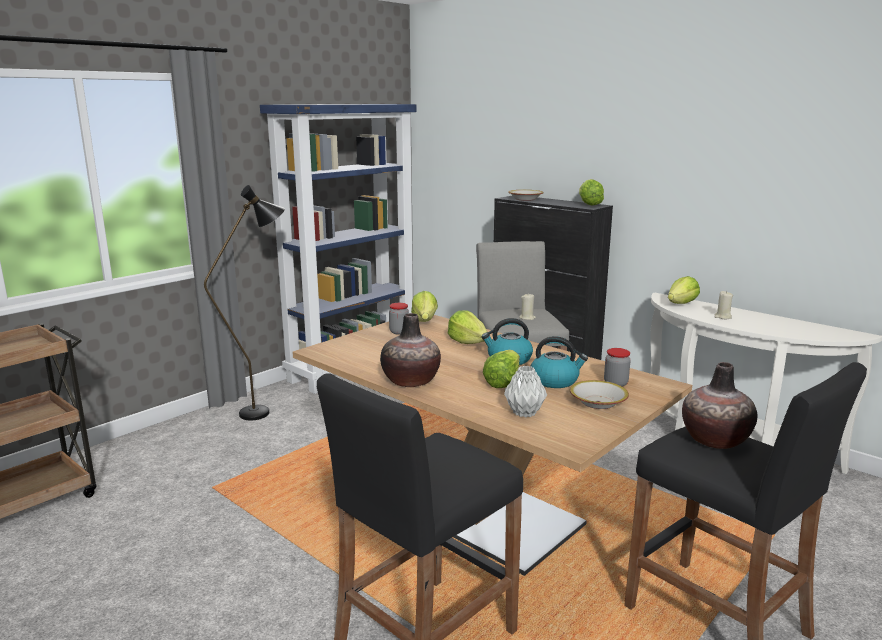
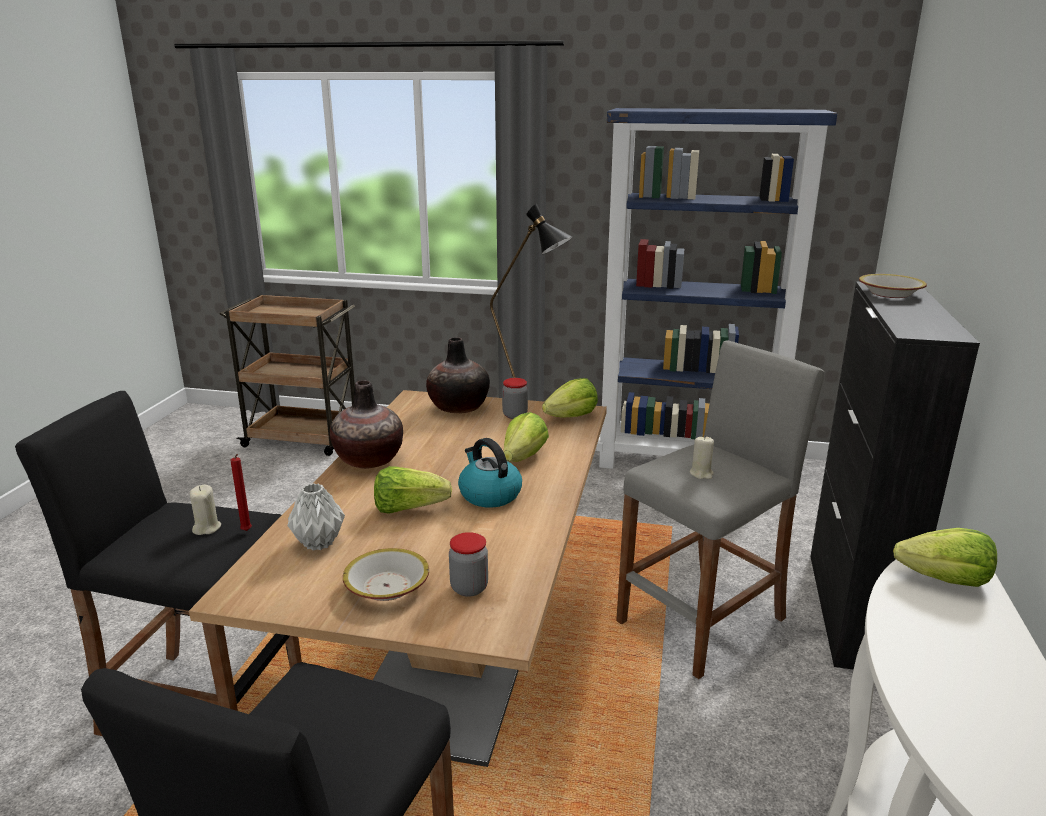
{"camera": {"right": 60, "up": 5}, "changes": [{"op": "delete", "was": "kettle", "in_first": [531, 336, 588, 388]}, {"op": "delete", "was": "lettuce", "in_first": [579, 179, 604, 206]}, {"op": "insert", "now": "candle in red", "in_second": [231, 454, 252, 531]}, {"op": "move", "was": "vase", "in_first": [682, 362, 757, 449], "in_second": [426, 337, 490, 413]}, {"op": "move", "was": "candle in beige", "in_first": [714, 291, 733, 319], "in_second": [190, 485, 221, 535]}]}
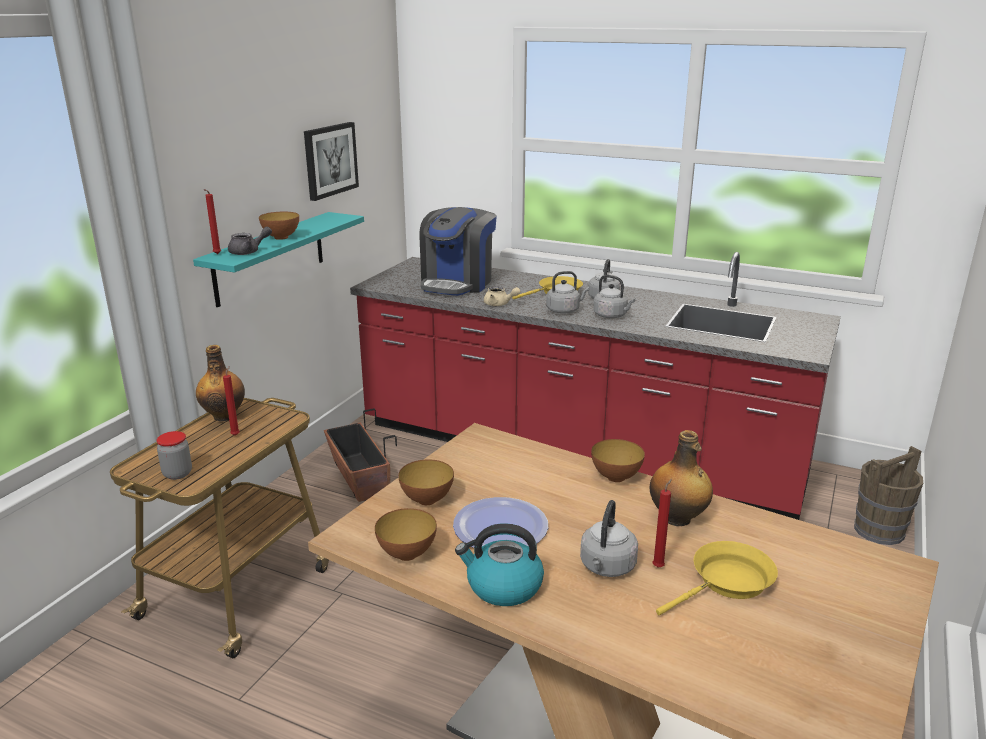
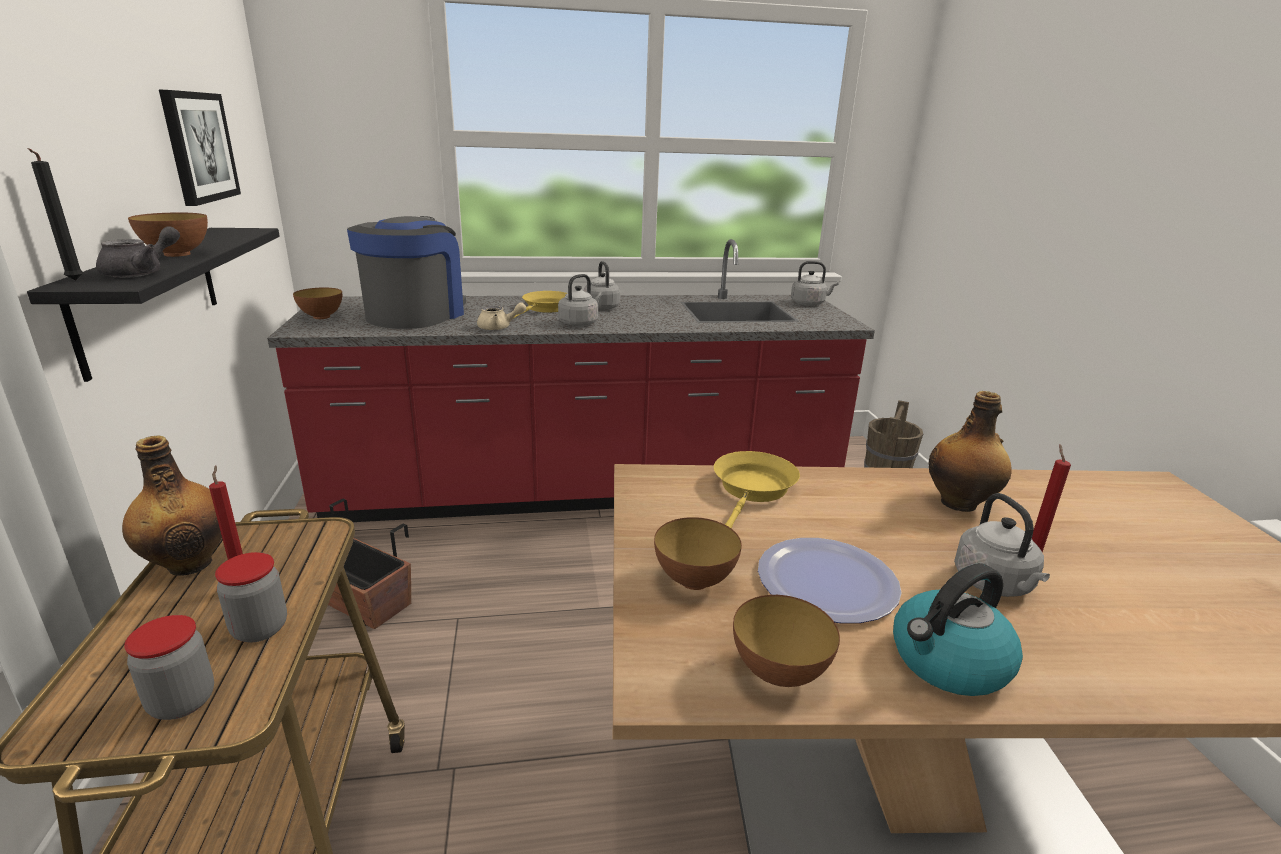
{"camera": {"right": -35, "up": 0}, "changes": [{"op": "insert", "now": "jar", "in_second": [215, 552, 287, 642]}, {"op": "move", "was": "bowl", "in_first": [591, 439, 645, 482], "in_second": [293, 287, 342, 319]}, {"op": "move", "was": "kettle in grey", "in_first": [593, 275, 635, 318], "in_second": [791, 261, 839, 306]}, {"op": "move", "was": "frying pan in yellow", "in_first": [656, 541, 778, 616], "in_second": [714, 451, 800, 528]}, {"op": "recolor", "was": "shelf in turquoise", "now": "shelf in black", "in_first": [193, 212, 364, 307], "in_second": [27, 228, 280, 382]}, {"op": "recolor", "was": "candle in red", "now": "candle in black", "in_first": [203, 189, 221, 254], "in_second": [28, 148, 83, 280]}, {"op": "rotate", "was": "coffee machine", "in_first": [419, 207, 497, 296], "in_second": [347, 216, 466, 329], "clockwise": -150}]}
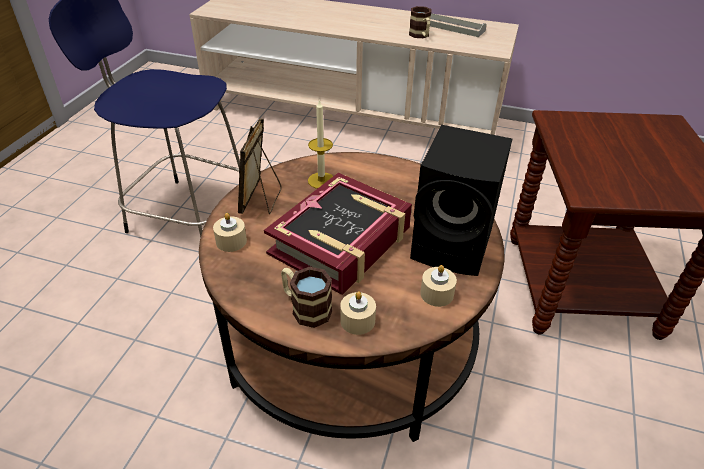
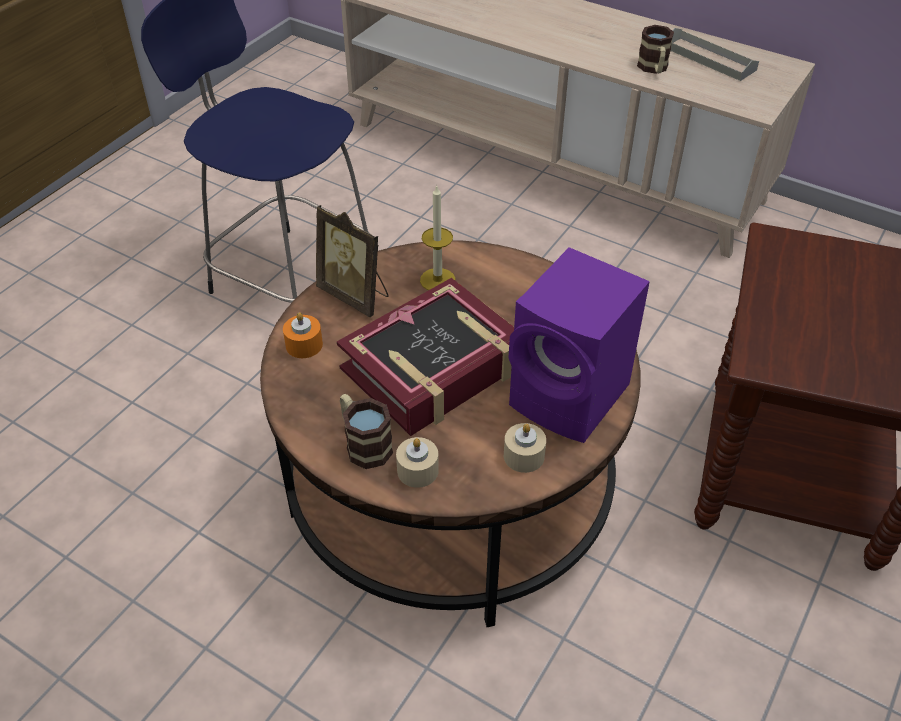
{"camera": {"right": 15, "up": 5}, "changes": [{"op": "recolor", "was": "candle in beige", "now": "candle in orange", "in_first": [213, 213, 247, 252], "in_second": [283, 312, 323, 358]}, {"op": "recolor", "was": "speaker in black", "now": "speaker in purple", "in_first": [410, 125, 512, 276], "in_second": [508, 247, 650, 443]}, {"op": "rotate", "was": "picture frame", "in_first": [238, 118, 282, 214], "in_second": [316, 205, 389, 317], "clockwise": -75}]}
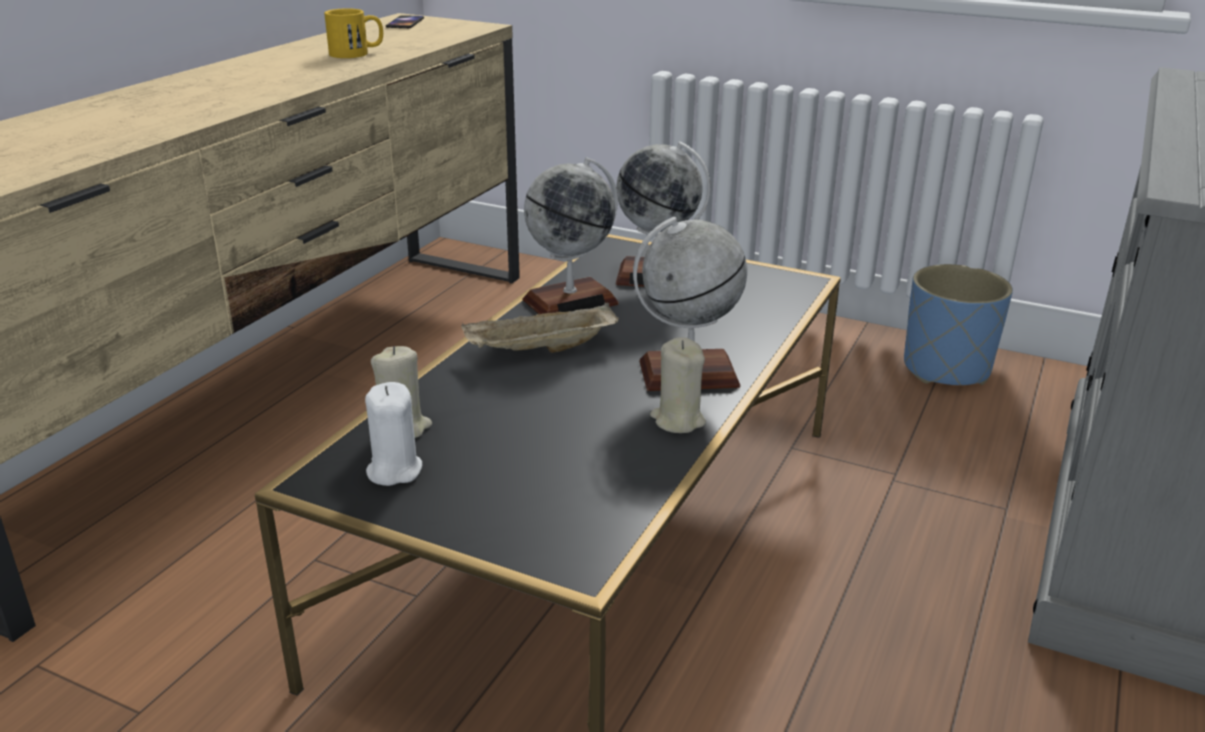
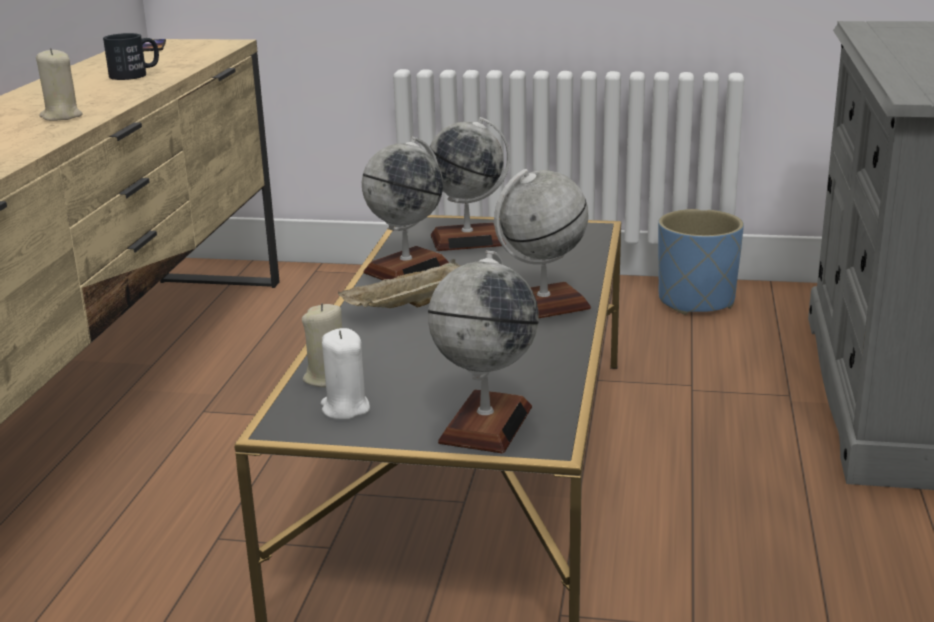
{"camera": {"right": -15, "up": -5}, "changes": [{"op": "insert", "now": "globe", "in_second": [428, 251, 539, 454]}, {"op": "move", "was": "candle in beige", "in_first": [650, 337, 706, 433], "in_second": [36, 48, 83, 121]}, {"op": "recolor", "was": "mug in yellow", "now": "mug in black", "in_first": [324, 9, 383, 58], "in_second": [103, 33, 159, 80]}]}
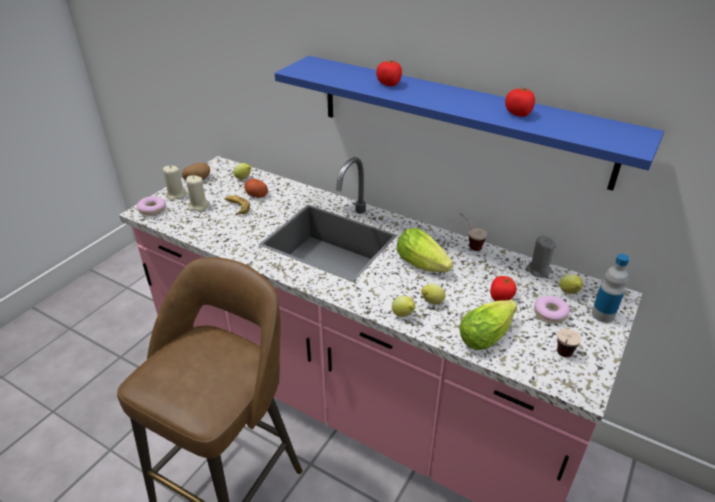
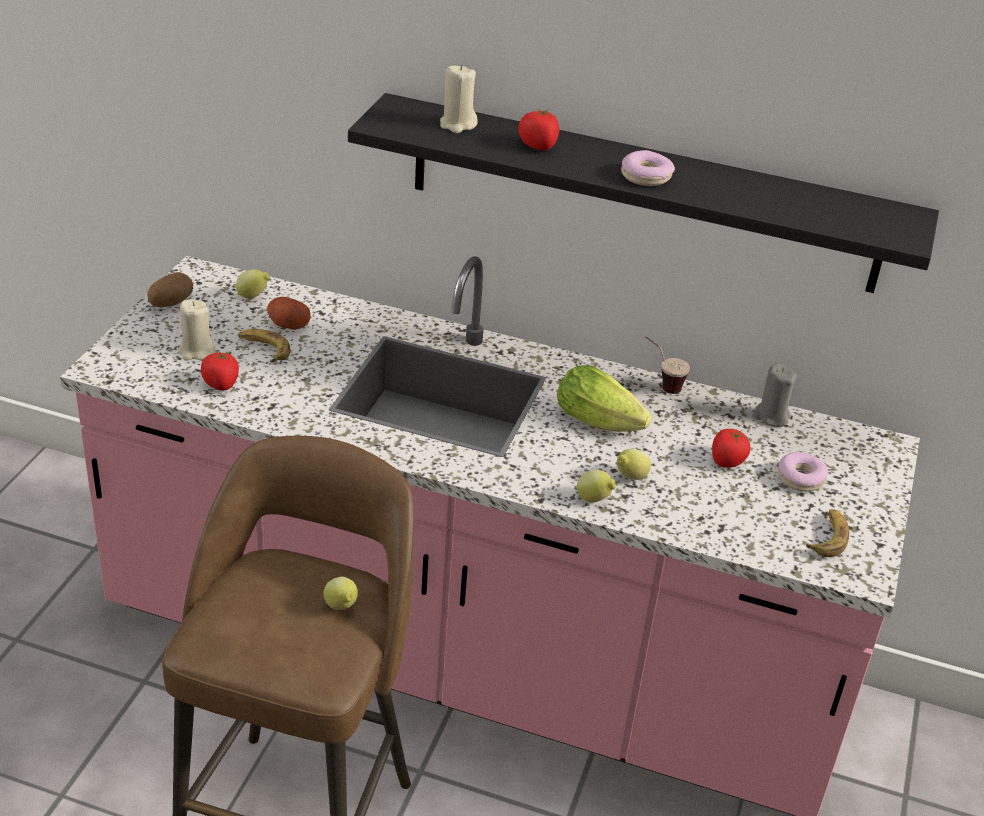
{"camera": {"right": -15, "up": 0}, "changes": [{"op": "delete", "was": "lettuce", "in_first": [459, 300, 517, 350]}, {"op": "delete", "was": "bottle", "in_first": [592, 254, 630, 323]}, {"op": "move", "was": "donut", "in_first": [137, 196, 166, 216], "in_second": [621, 150, 675, 186]}, {"op": "move", "was": "candle in beige", "in_first": [163, 166, 187, 201], "in_second": [440, 64, 477, 133]}, {"op": "move", "was": "tomato", "in_first": [505, 87, 535, 117], "in_second": [201, 350, 239, 390]}, {"op": "move", "was": "lemon", "in_first": [560, 274, 583, 294], "in_second": [324, 577, 358, 610]}, {"op": "replace", "was": "cup", "now": "banana", "in_first": [557, 329, 581, 357], "in_second": [806, 509, 849, 557]}, {"op": "recolor", "was": "shelf in blue", "now": "shelf in black", "in_first": [275, 56, 664, 191], "in_second": [348, 93, 939, 293]}]}
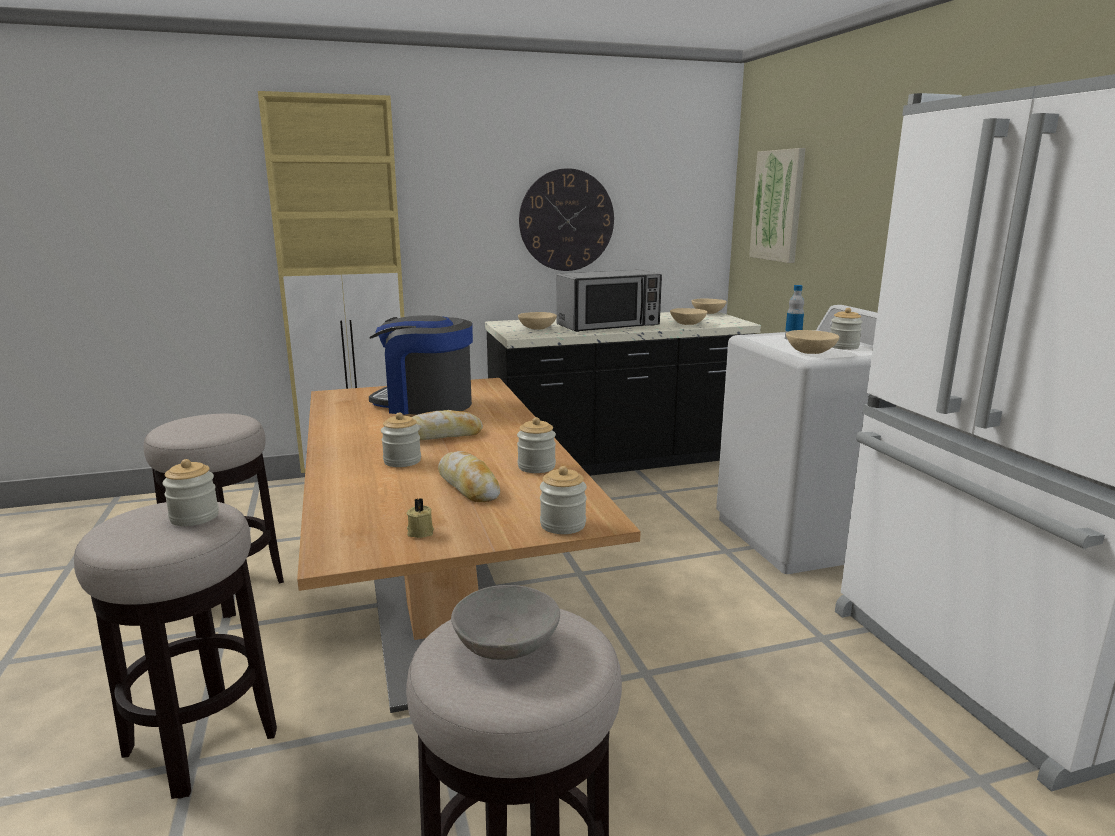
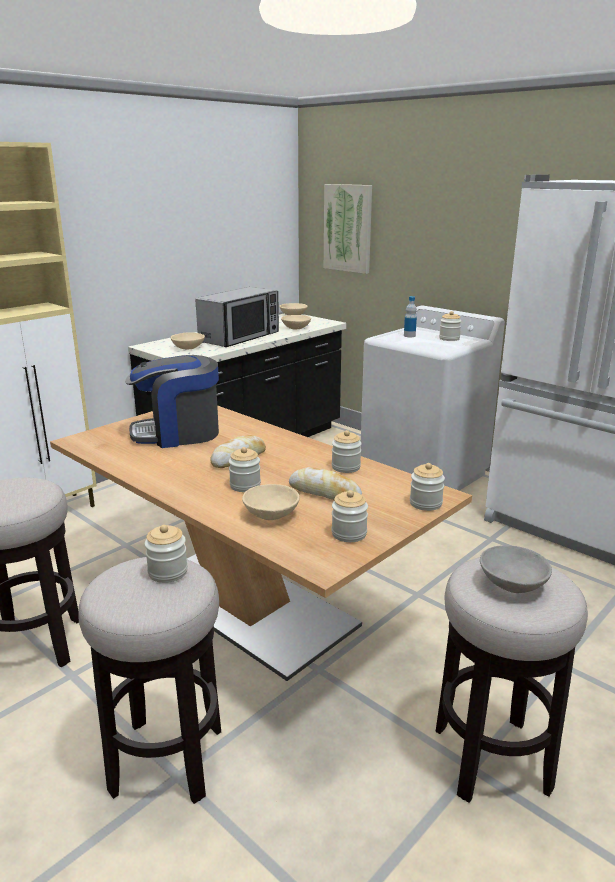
{"camera": {"right": -30, "up": 5}, "changes": [{"op": "delete", "was": "wall clock", "in_first": [519, 168, 614, 271]}, {"op": "move", "was": "bowl in beige", "in_first": [786, 330, 839, 354], "in_second": [242, 484, 300, 520]}, {"op": "replace", "was": "candle in beige", "now": "jar", "in_first": [406, 498, 434, 538], "in_second": [332, 490, 368, 542]}]}
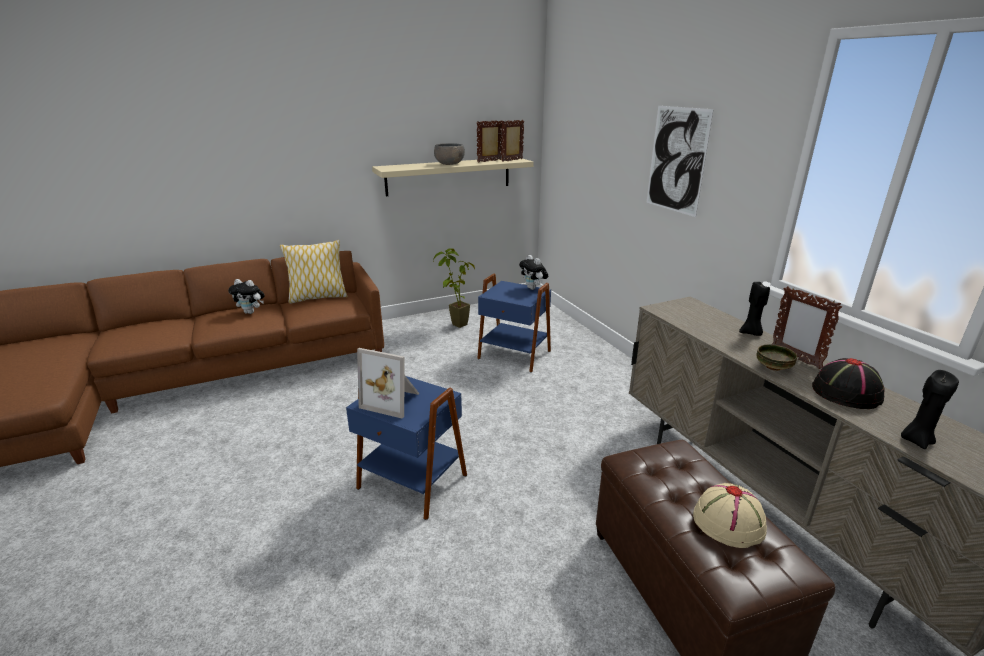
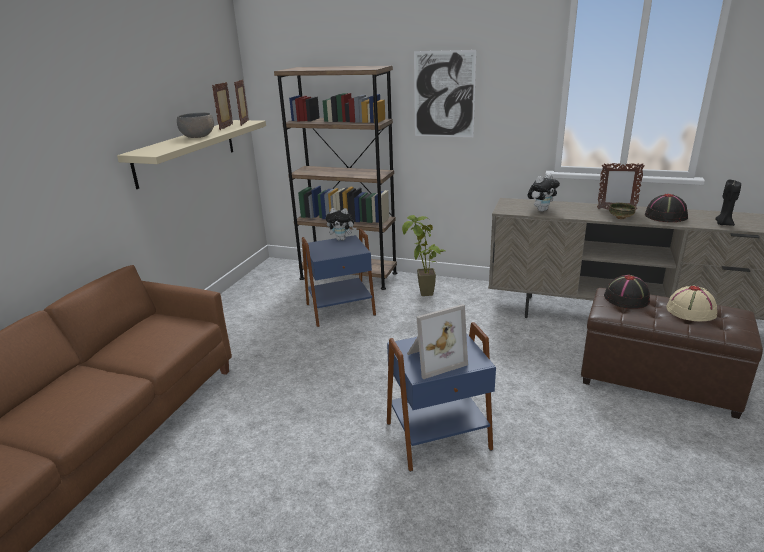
{"camera": {"right": -45, "up": 0}, "changes": [{"op": "delete", "was": "pillow", "in_first": [280, 240, 348, 304]}, {"op": "delete", "was": "candle in black", "in_first": [739, 281, 770, 336]}, {"op": "insert", "now": "bookcase in brown", "in_second": [274, 66, 397, 290]}, {"op": "insert", "now": "hat in black", "in_second": [604, 274, 650, 309]}, {"op": "move", "was": "plush toy", "in_first": [228, 279, 265, 314], "in_second": [528, 173, 560, 212]}, {"op": "move", "was": "potted plant", "in_first": [433, 248, 475, 328], "in_second": [402, 215, 445, 296]}]}
